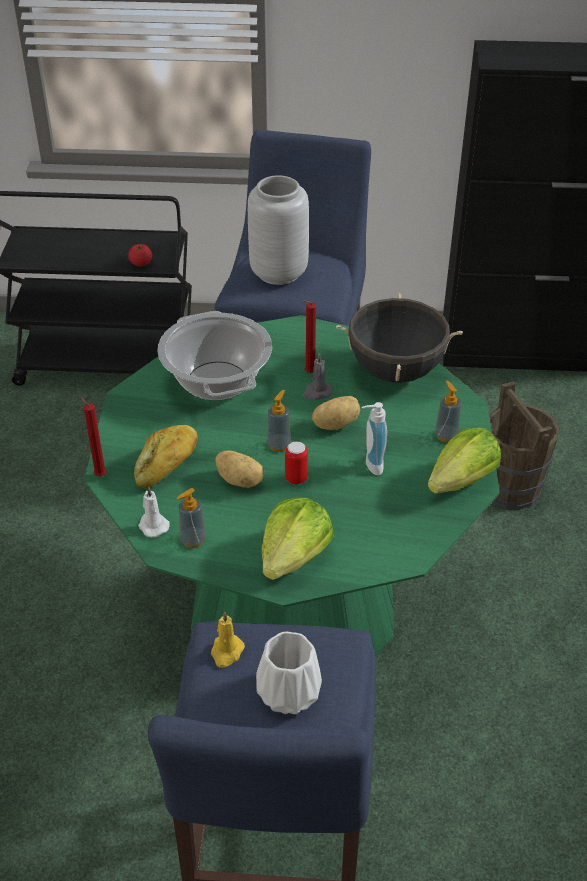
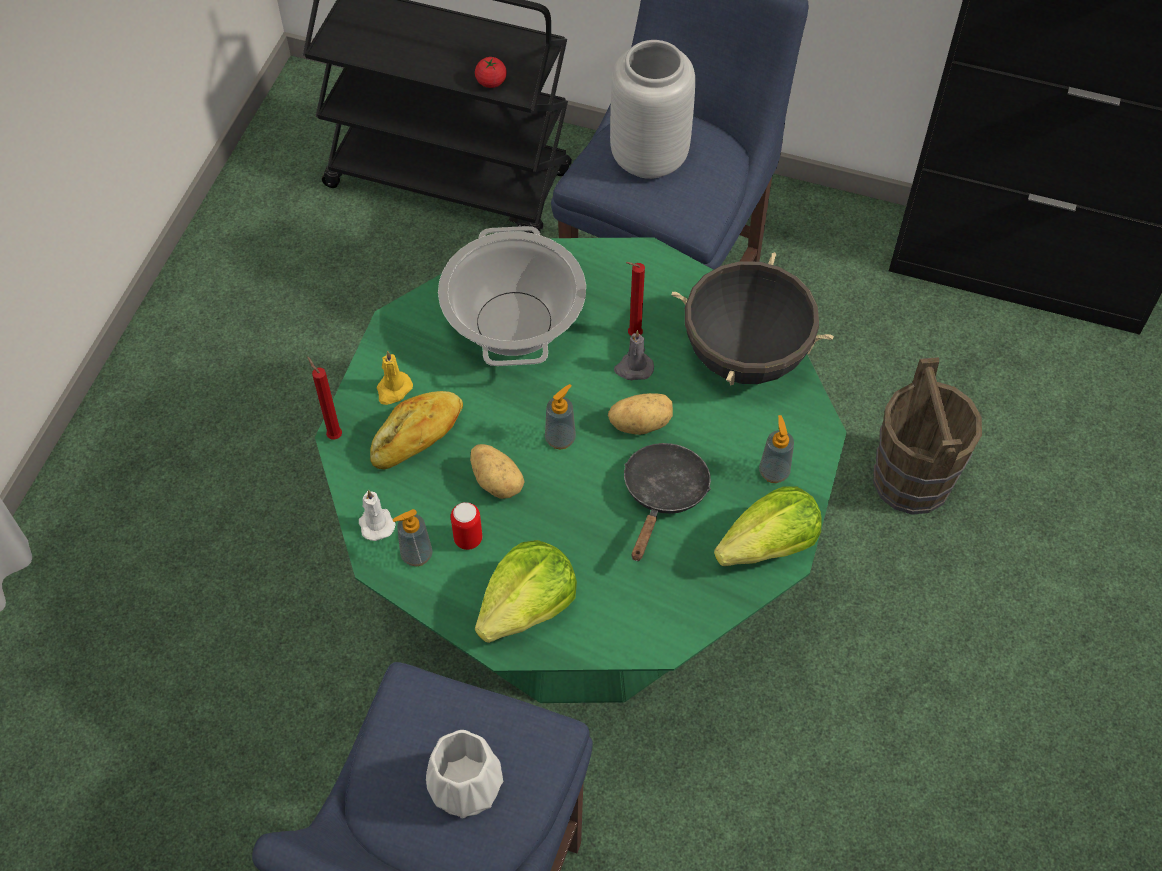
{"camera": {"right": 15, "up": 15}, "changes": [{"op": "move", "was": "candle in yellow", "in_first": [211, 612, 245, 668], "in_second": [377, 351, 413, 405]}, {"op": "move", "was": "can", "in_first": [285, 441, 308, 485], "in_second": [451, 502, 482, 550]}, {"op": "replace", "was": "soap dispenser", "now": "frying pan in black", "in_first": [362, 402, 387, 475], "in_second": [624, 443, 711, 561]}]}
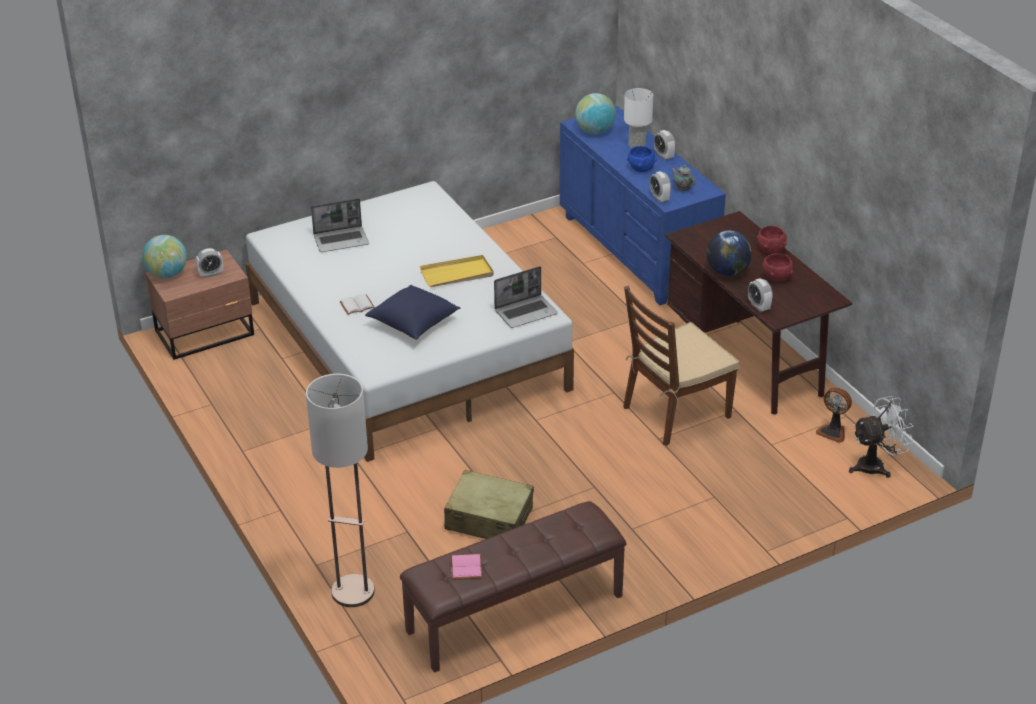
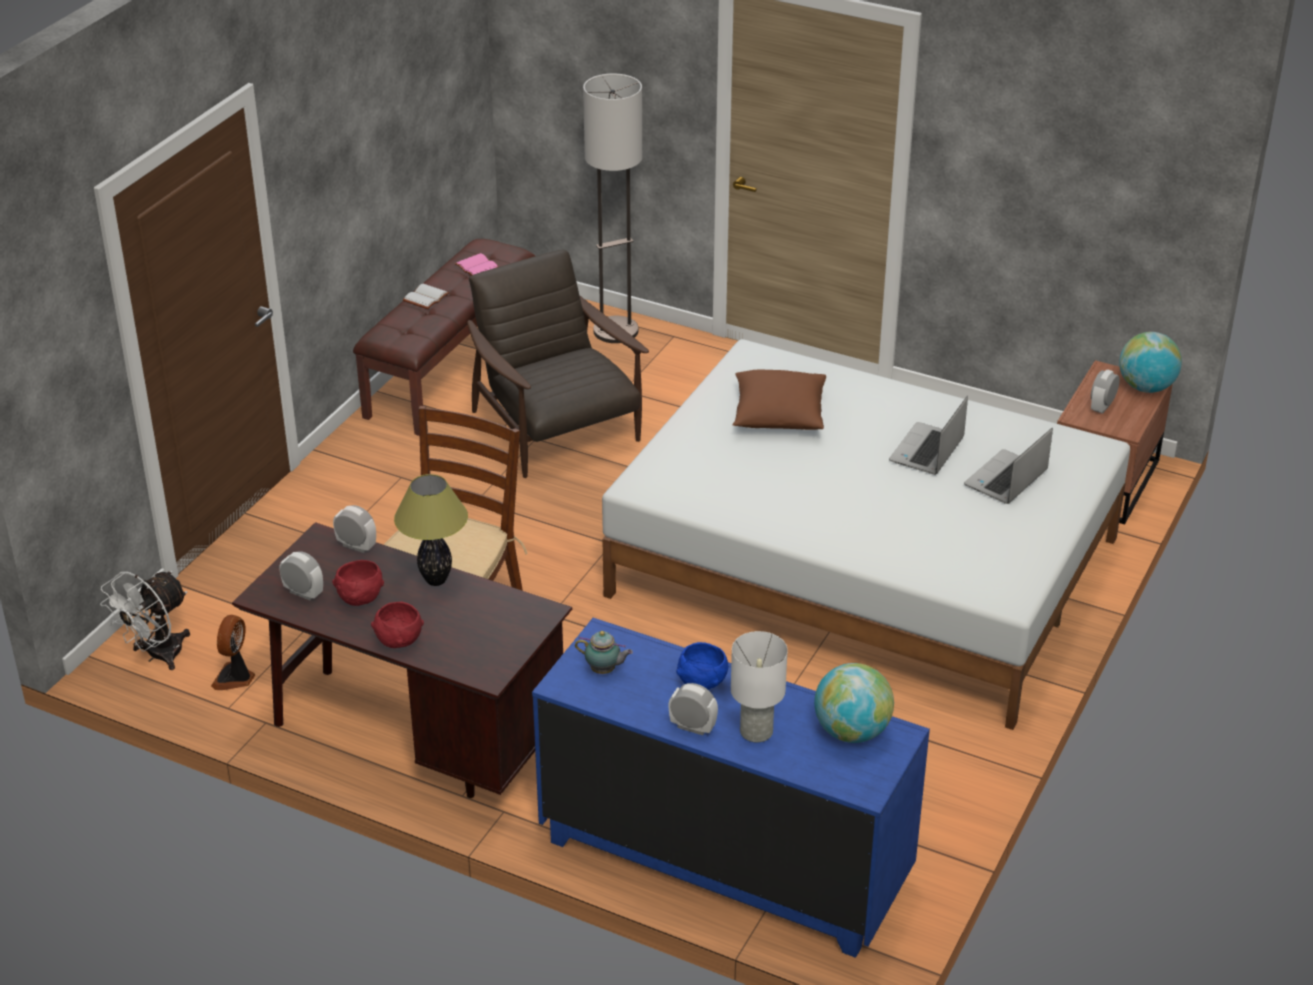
{"camera": {"right": 145, "up": 0}, "changes": [{"op": "delete", "was": "tray in yellow", "in_first": [420, 255, 494, 287]}, {"op": "move", "was": "book in white", "in_first": [339, 294, 375, 315], "in_second": [403, 284, 449, 309]}, {"op": "move", "was": "laptop", "in_first": [494, 266, 558, 328], "in_second": [889, 396, 968, 475]}, {"op": "move", "was": "alarm clock", "in_first": [650, 171, 671, 203], "in_second": [280, 551, 323, 600]}, {"op": "replace", "was": "suitcase in beige", "now": "armchair in brown", "in_first": [444, 470, 534, 539], "in_second": [467, 250, 649, 478]}, {"op": "replace", "was": "globe", "now": "table lamp", "in_first": [706, 231, 752, 276], "in_second": [394, 474, 468, 586]}, {"op": "recolor", "was": "pillow in blue", "now": "pillow in brown", "in_first": [365, 285, 460, 340], "in_second": [732, 370, 826, 430]}, {"op": "rotate", "was": "fan", "in_first": [816, 387, 852, 443], "in_second": [211, 615, 255, 690], "clockwise": -75}]}
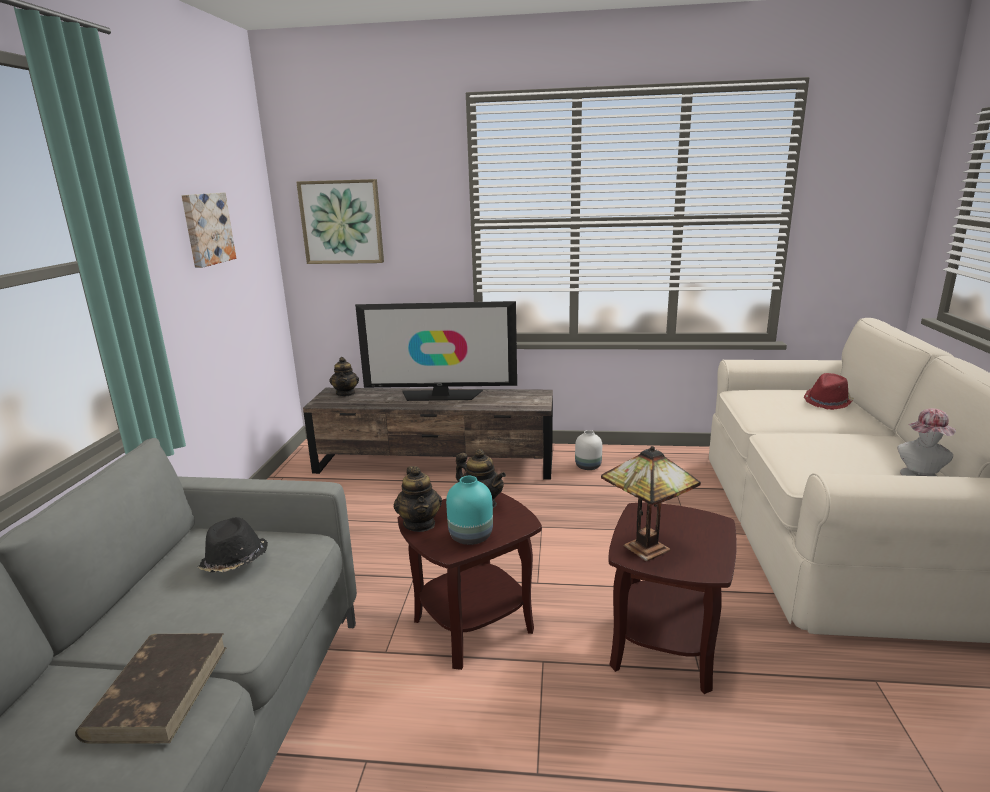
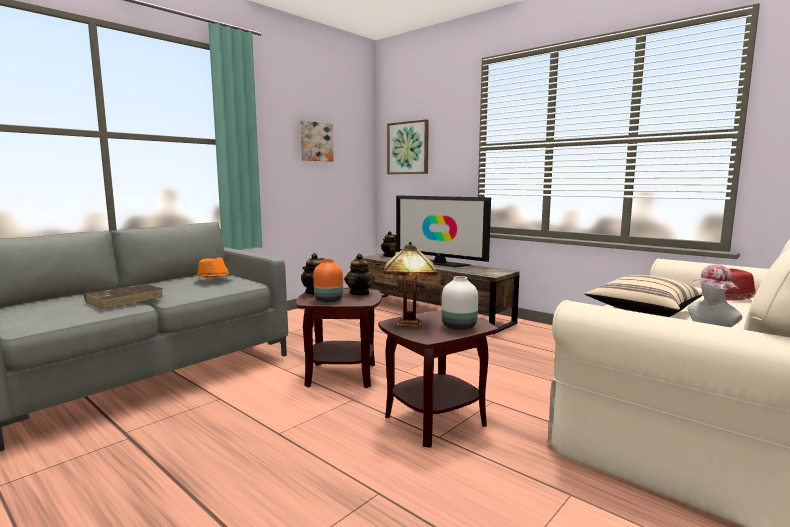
{"camera": {"right": 35, "up": -10}, "changes": [{"op": "insert", "now": "pillow in beige", "in_second": [585, 275, 703, 317]}, {"op": "move", "was": "vase in white", "in_first": [575, 430, 602, 470], "in_second": [442, 276, 478, 330]}, {"op": "recolor", "was": "hat in black", "now": "hat in orange", "in_first": [198, 517, 268, 572], "in_second": [194, 258, 234, 277]}, {"op": "recolor", "was": "vase in turquoise", "now": "vase in orange", "in_first": [446, 476, 493, 545], "in_second": [313, 259, 343, 302]}]}
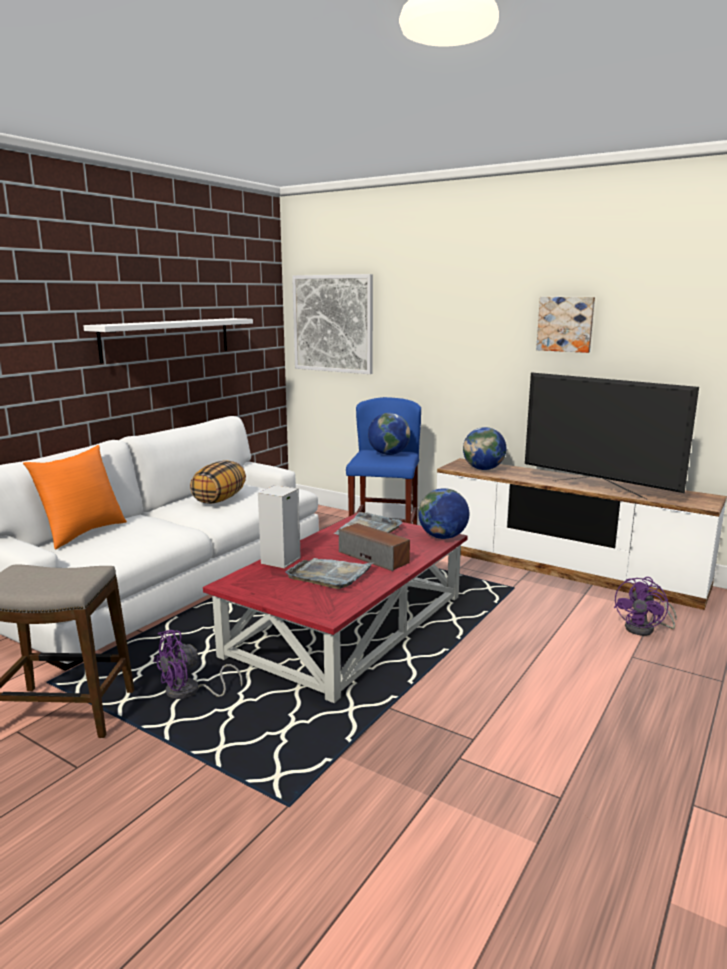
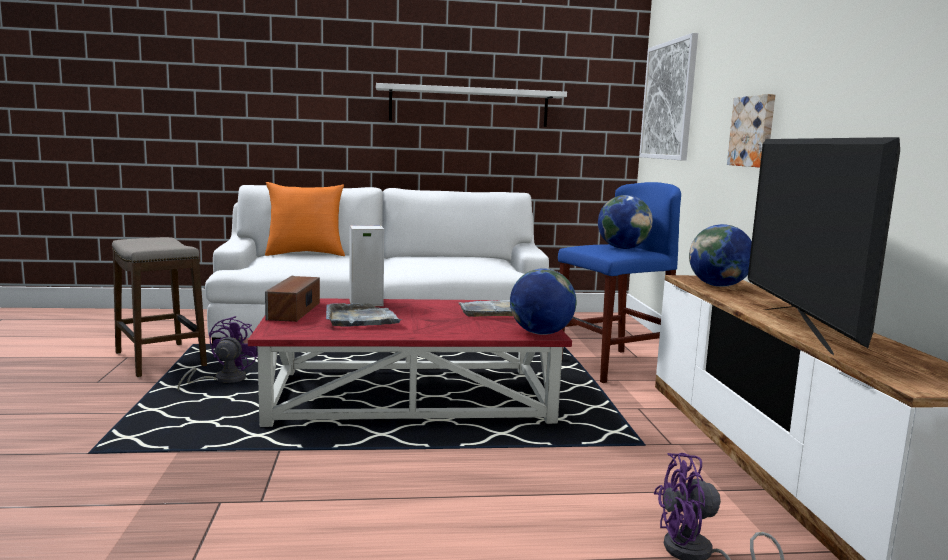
{"camera": {"right": 50, "up": -5}, "changes": [{"op": "delete", "was": "pillow", "in_first": [190, 460, 246, 504]}, {"op": "move", "was": "speaker", "in_first": [339, 523, 410, 571], "in_second": [265, 276, 320, 322]}, {"op": "move", "was": "picture", "in_first": [536, 297, 595, 353], "in_second": [727, 94, 776, 168]}, {"op": "rotate", "was": "fan in purple", "in_first": [153, 630, 243, 699], "in_second": [177, 316, 258, 391], "clockwise": 90}]}
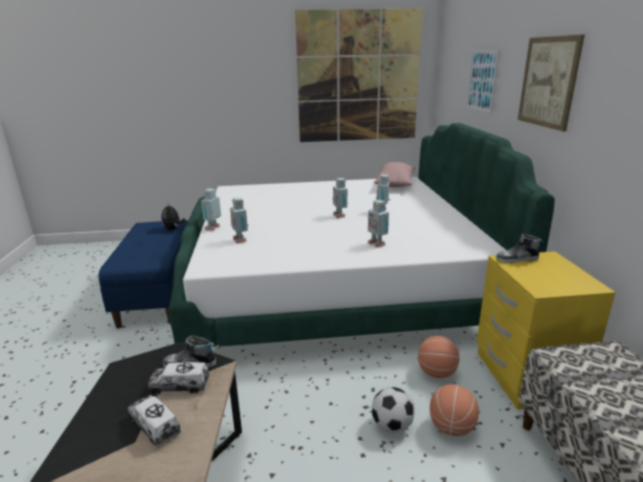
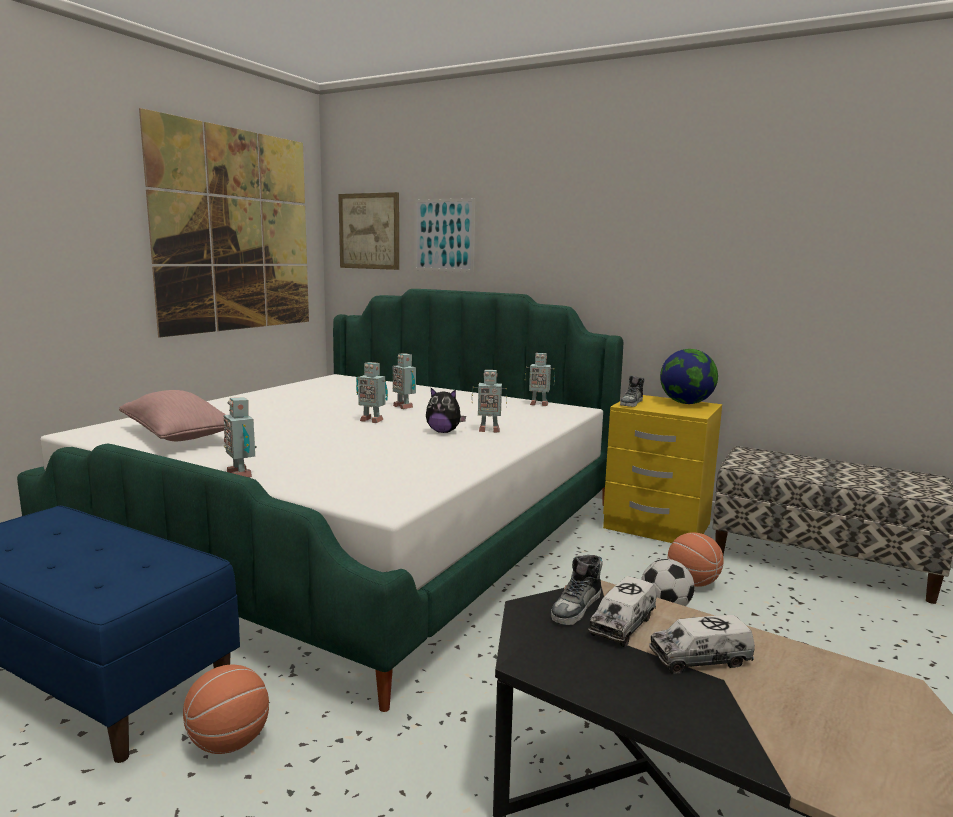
{"camera": {"right": -55, "up": -10}, "changes": [{"op": "insert", "now": "globe", "in_second": [660, 349, 718, 404]}, {"op": "move", "was": "plush toy", "in_first": [161, 204, 185, 230], "in_second": [426, 388, 466, 433]}, {"op": "move", "was": "toy robot", "in_first": [230, 198, 248, 244], "in_second": [525, 353, 555, 406]}, {"op": "move", "was": "pillow in pink", "in_first": [375, 162, 415, 187], "in_second": [119, 390, 226, 441]}, {"op": "move", "was": "basketball", "in_first": [418, 336, 460, 378], "in_second": [183, 665, 269, 754]}, {"op": "move", "was": "picture", "in_first": [518, 34, 585, 131], "in_second": [338, 192, 399, 270]}]}
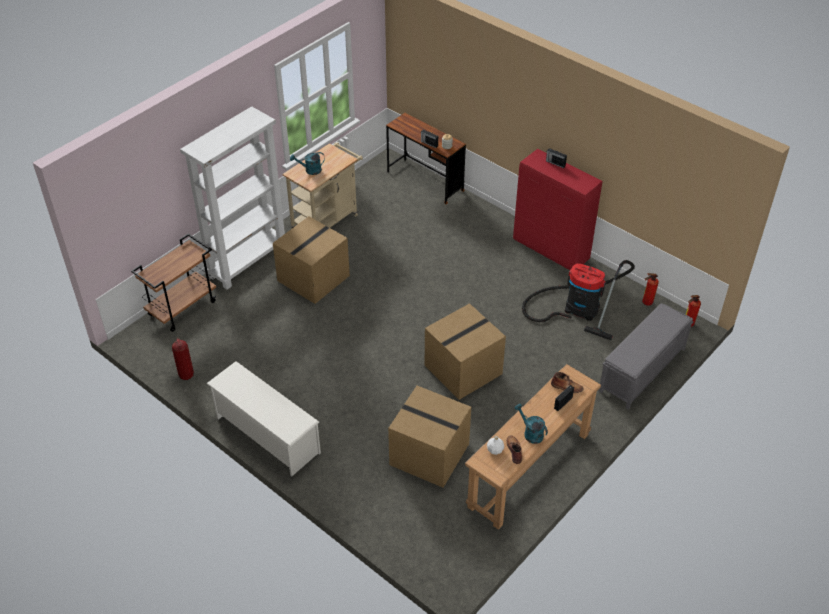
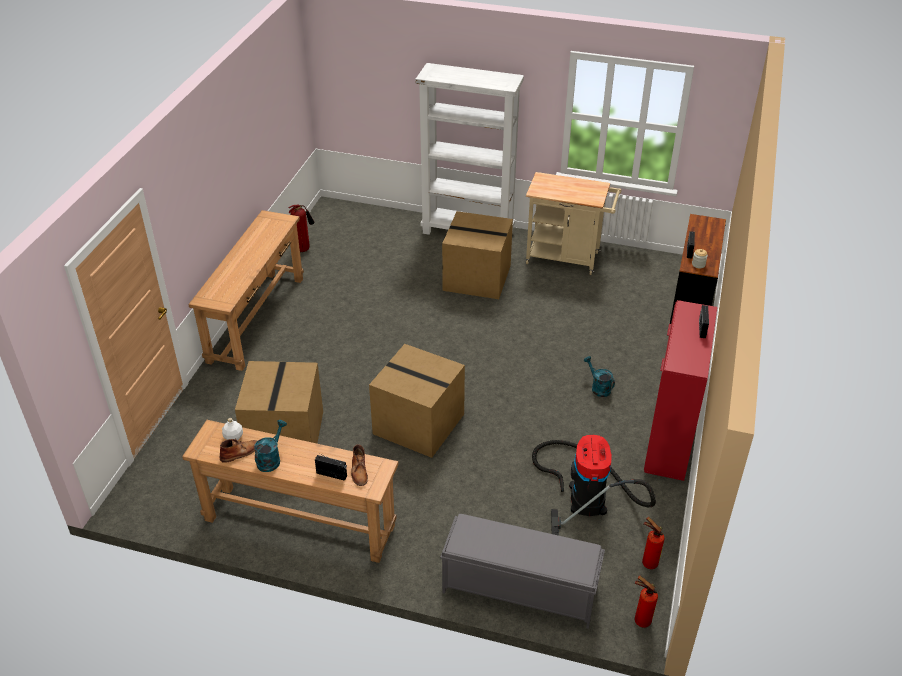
{"camera": {"right": 65, "up": -5}, "changes": [{"op": "delete", "was": "cart in brown", "in_first": [131, 233, 216, 332]}, {"op": "move", "was": "watering can in turquoise", "in_first": [290, 152, 325, 175], "in_second": [584, 356, 615, 397]}, {"op": "replace", "was": "shoe rack in white", "now": "console table in brown", "in_first": [207, 361, 321, 476], "in_second": [188, 210, 304, 371]}]}
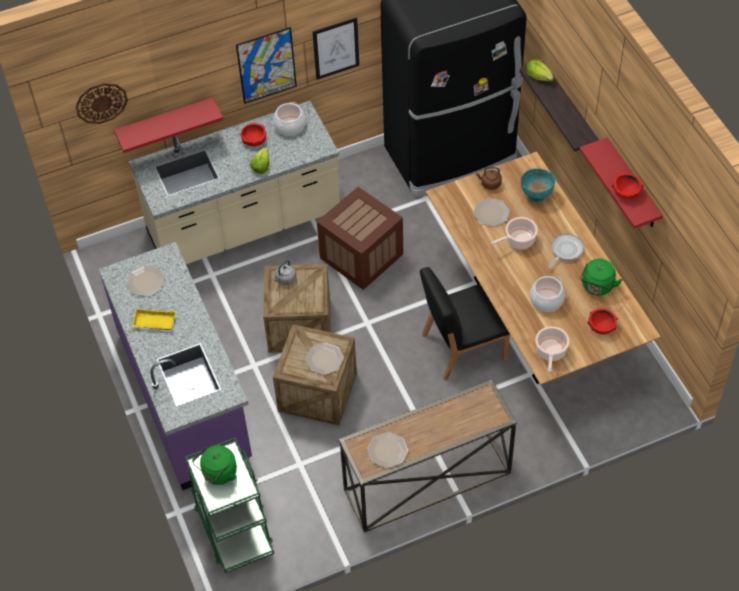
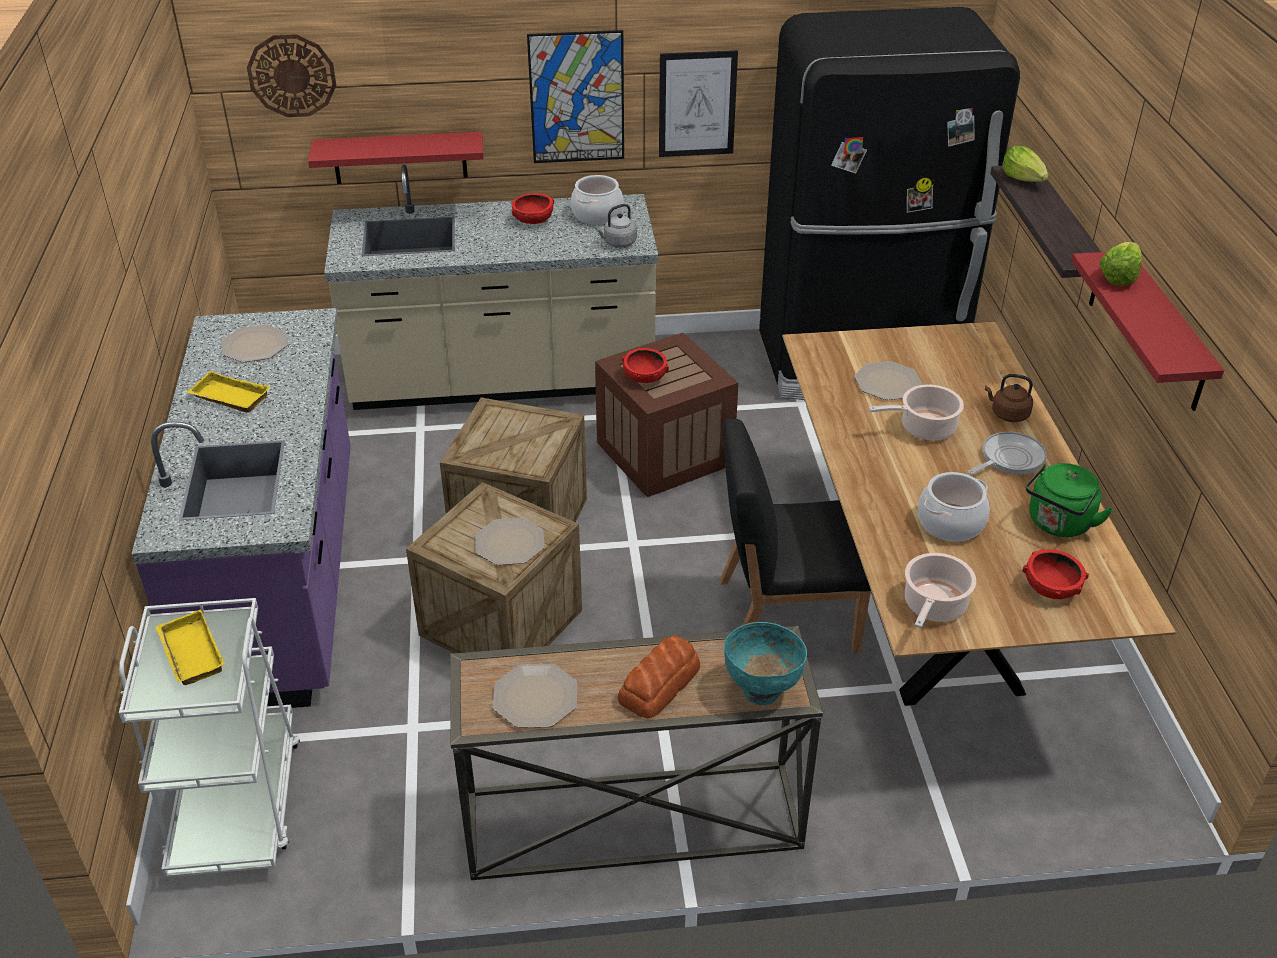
{"camera": {"right": 15, "up": -15}, "changes": [{"op": "insert", "now": "bread", "in_second": [618, 635, 700, 718]}, {"op": "move", "was": "lettuce", "in_first": [250, 147, 269, 174], "in_second": [1099, 242, 1142, 285]}, {"op": "move", "was": "kettle in grey", "in_first": [272, 260, 296, 285], "in_second": [595, 204, 637, 248]}, {"op": "move", "was": "kettle in brown", "in_first": [476, 167, 502, 190], "in_second": [985, 374, 1033, 422]}, {"op": "move", "was": "bowl in turquoise", "in_first": [521, 168, 555, 203], "in_second": [724, 622, 807, 705]}, {"op": "move", "was": "bowl in red", "in_first": [612, 173, 643, 199], "in_second": [622, 348, 669, 383]}, {"op": "replace", "was": "kettle in green", "now": "tray in yellow", "in_first": [192, 445, 237, 485], "in_second": [156, 610, 225, 685]}, {"op": "recolor", "was": "cart in green", "now": "cart in white", "in_first": [185, 438, 274, 574], "in_second": [119, 598, 300, 877]}]}
